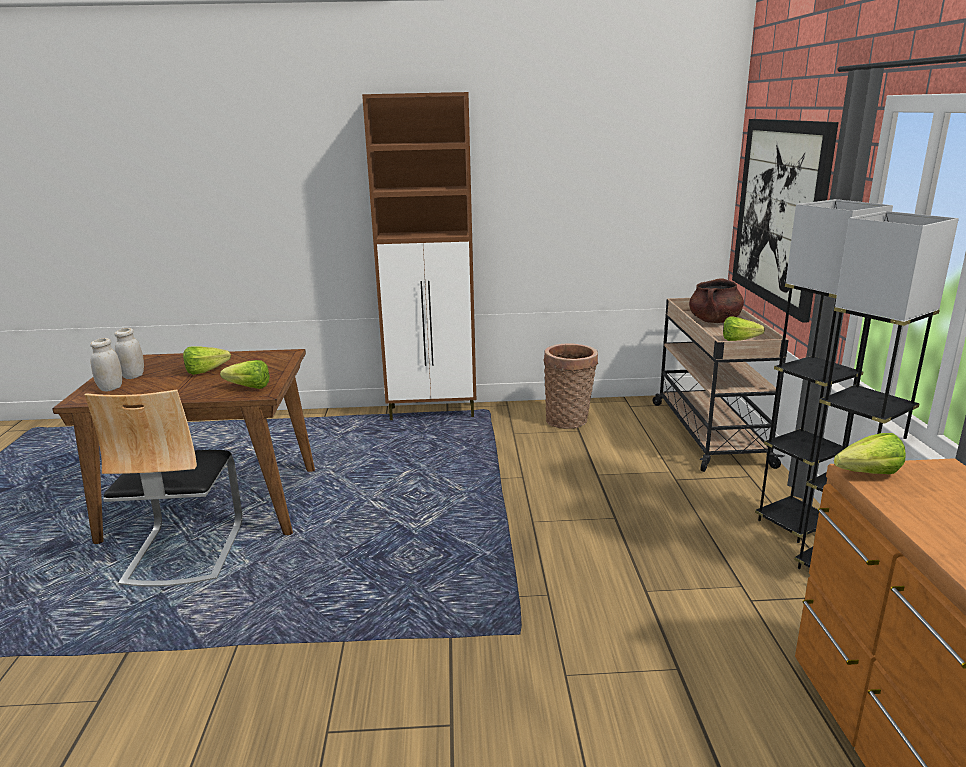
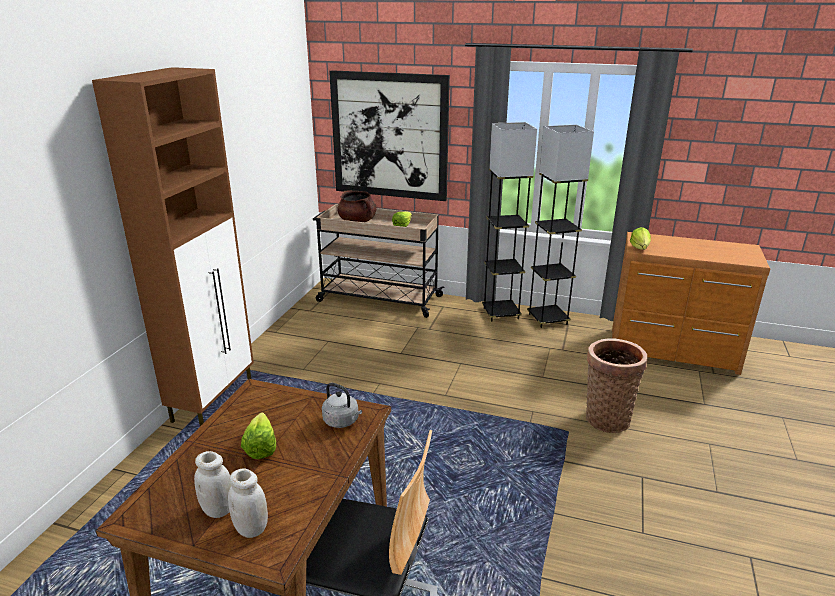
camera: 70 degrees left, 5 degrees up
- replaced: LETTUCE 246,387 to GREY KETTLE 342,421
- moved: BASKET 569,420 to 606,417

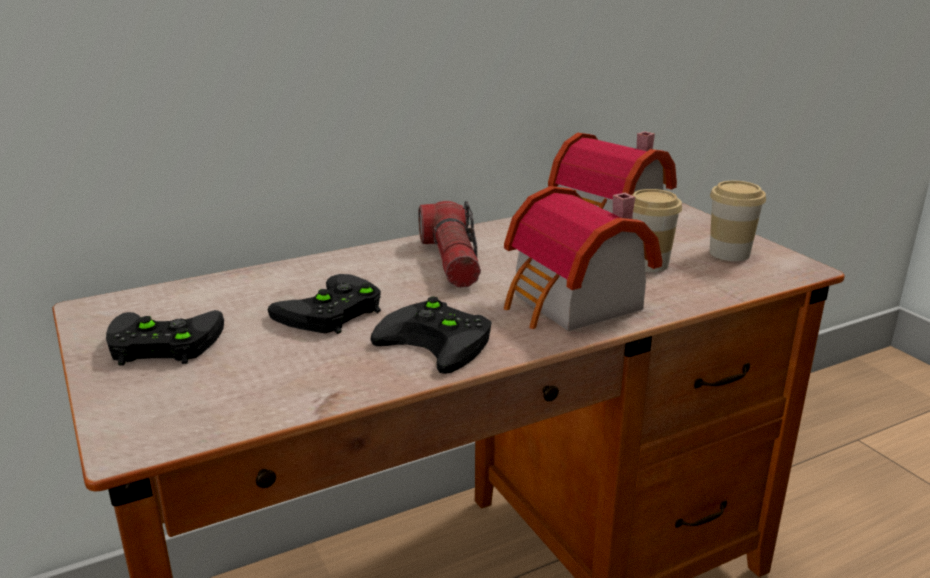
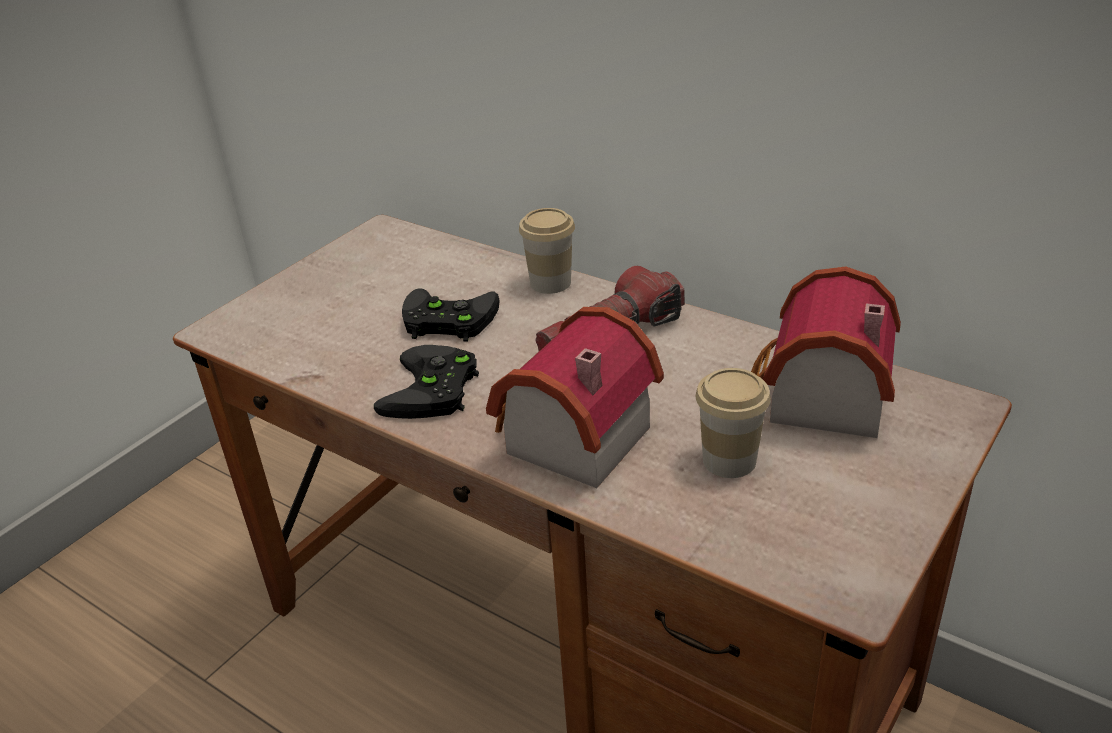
camera: 65 degrees right, 10 degrees up
- moved: CUP 729,253 to 550,283
- removed: BLACK GAME CONTROLLER 160,344

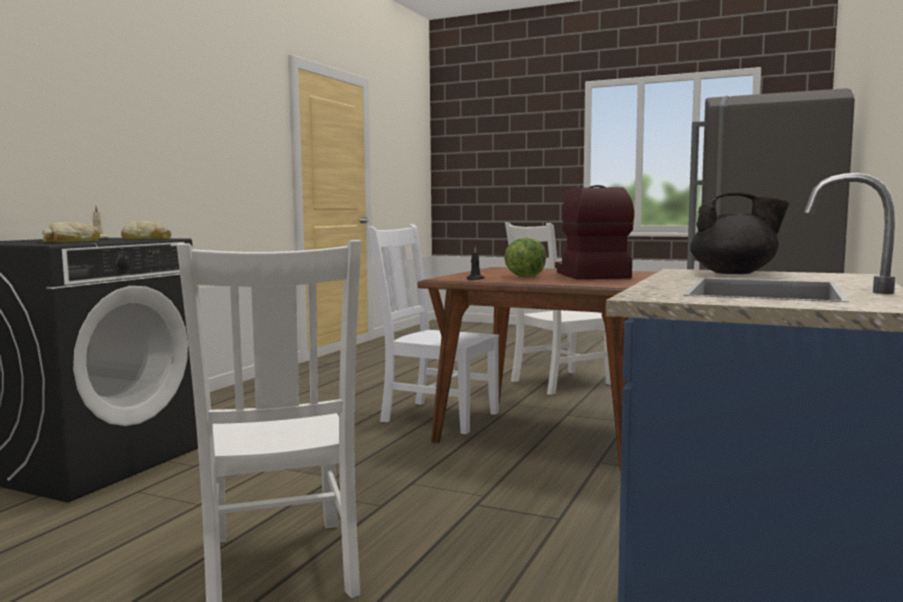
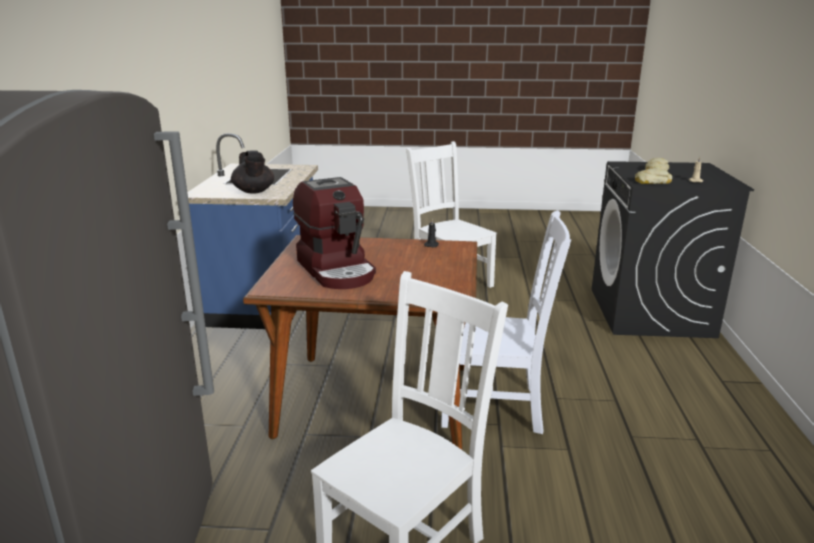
camera: 160 degrees right, 15 degrees up
- turned: BLACK TEAPOT 734,273 = 254,192 105 degrees counterclockwise
- removed: LETTUCE 525,276

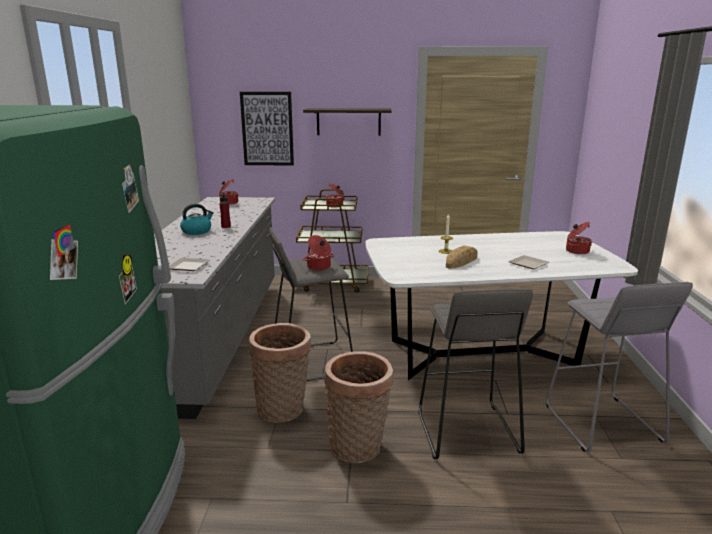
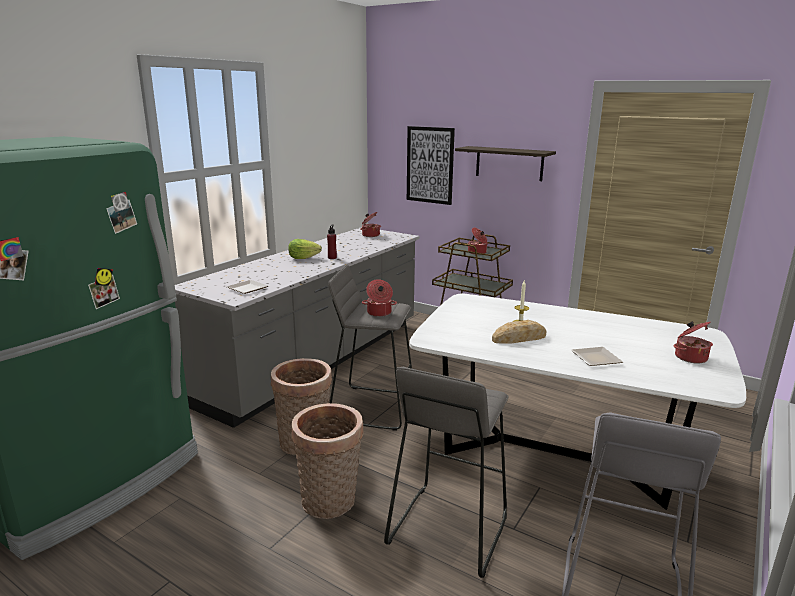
camera: 30 degrees right, 0 degrees up
- replaced: KETTLE 197,231 to LETTUCE 303,258

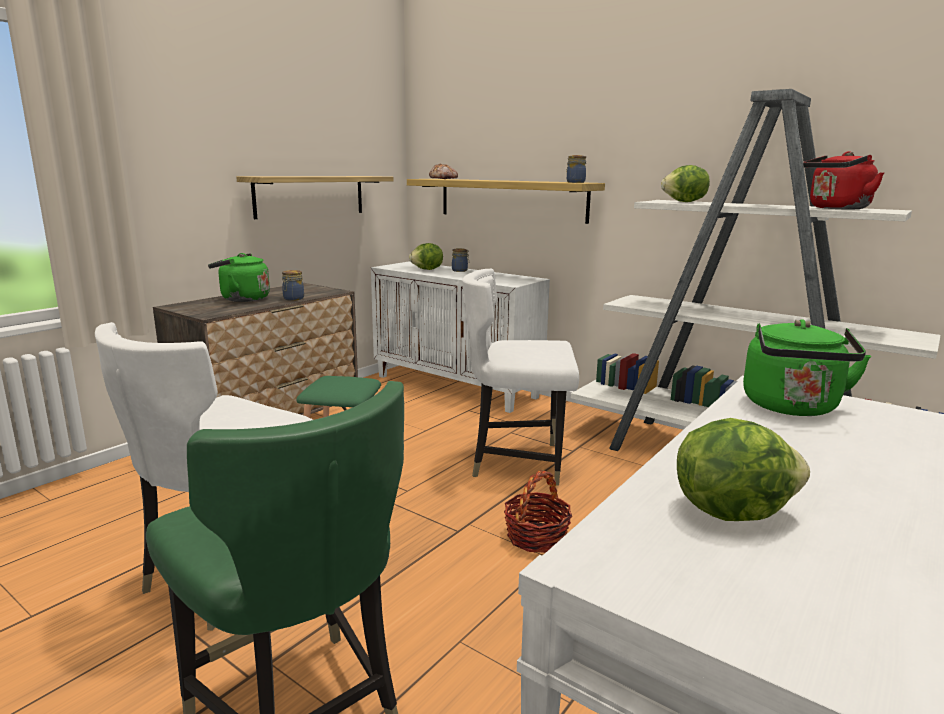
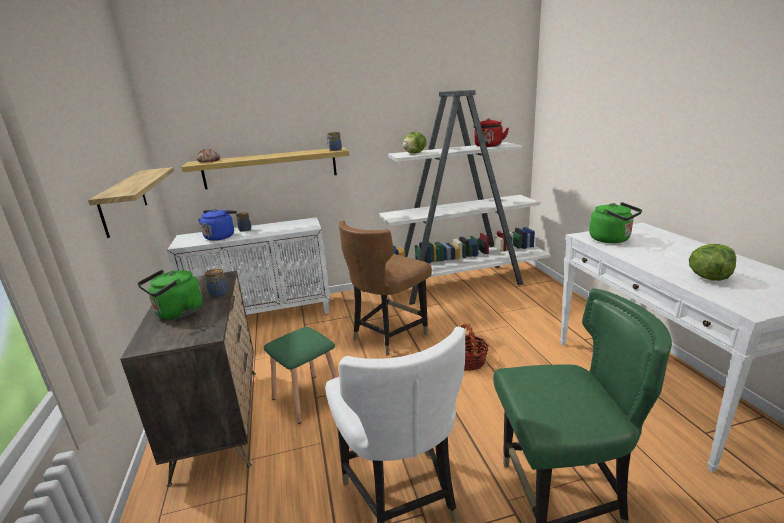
camera: 50 degrees left, 5 degrees up
- replaced: LETTUCE 427,270 to BLUE KETTLE 221,236
- recoloured: WHITE CHAIR 517,462 to BROWN CHAIR 388,335

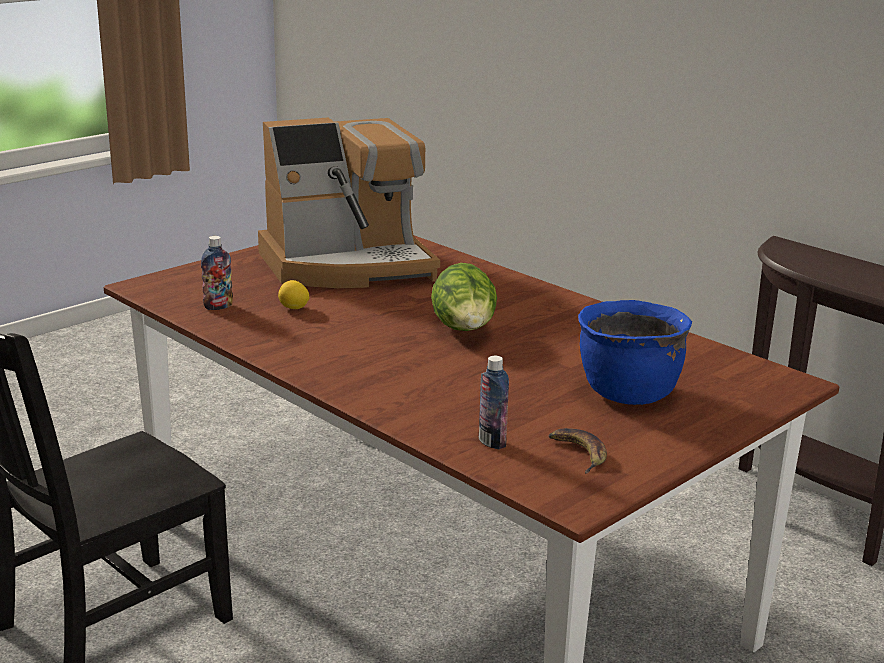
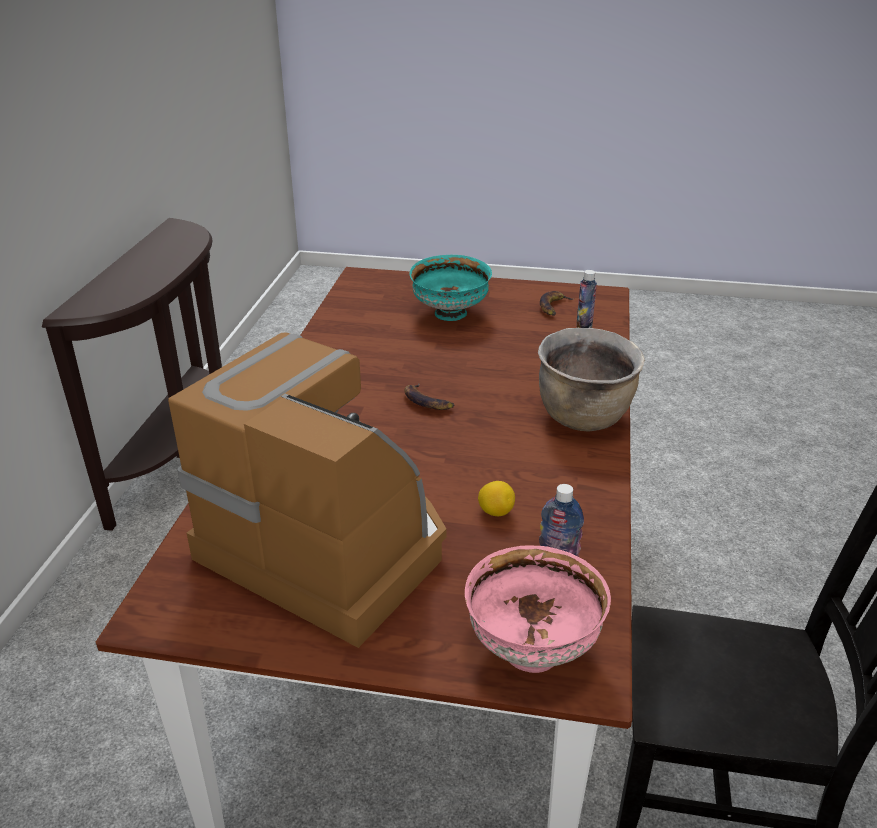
camera: 125 degrees left, 10 degrees up
- replaced: LETTUCE 465,331 to BANANA 427,401
- replaced: BLUE COOKING POT 627,393 to TURQUOISE BOWL 451,314
- added: PINK BOWL 531,649
- added: BROWN COOKING POT 584,417

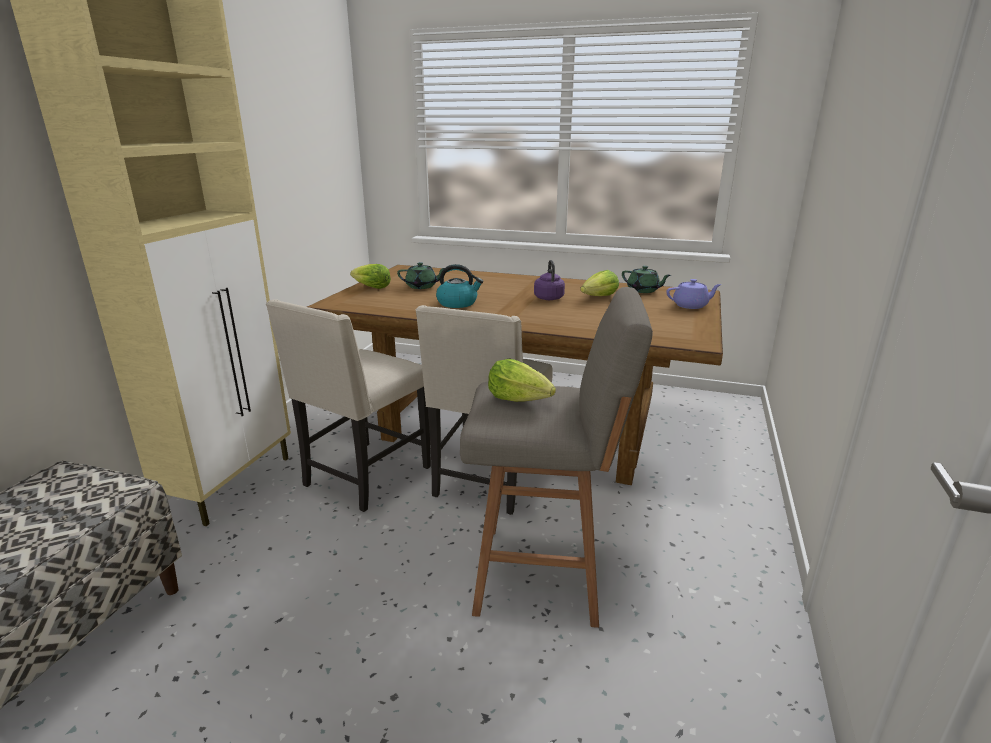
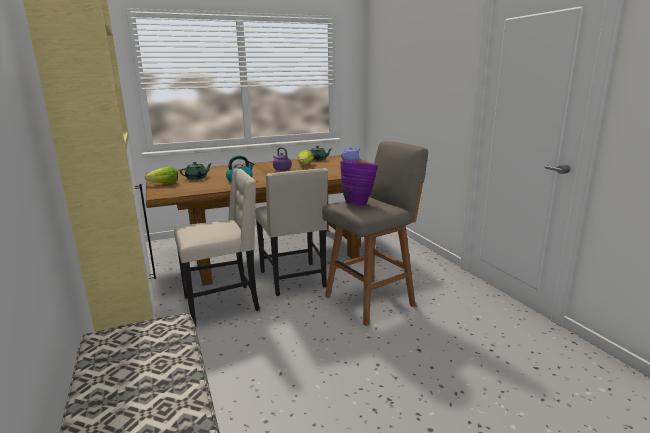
camera: 40 degrees left, 5 degrees down
- turned: BEIGE CHAIR 364,477 = 223,304 105 degrees counterclockwise
- replaced: LETTUCE 519,399 to PURPLE VASE 358,204

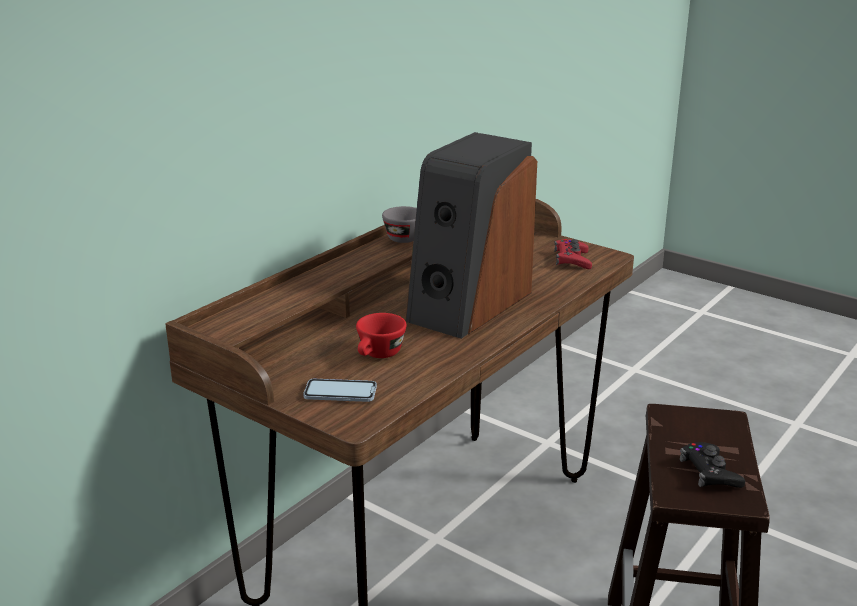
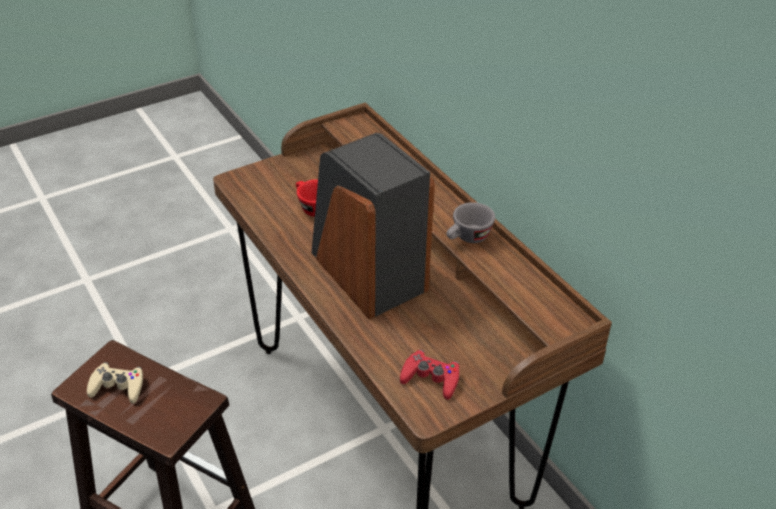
camera: 110 degrees right, 15 degrees up
- recoloured: BLACK GAME CONTROLLER 709,472 to BEIGE GAME CONTROLLER 118,387
- removed: PHONE 340,392

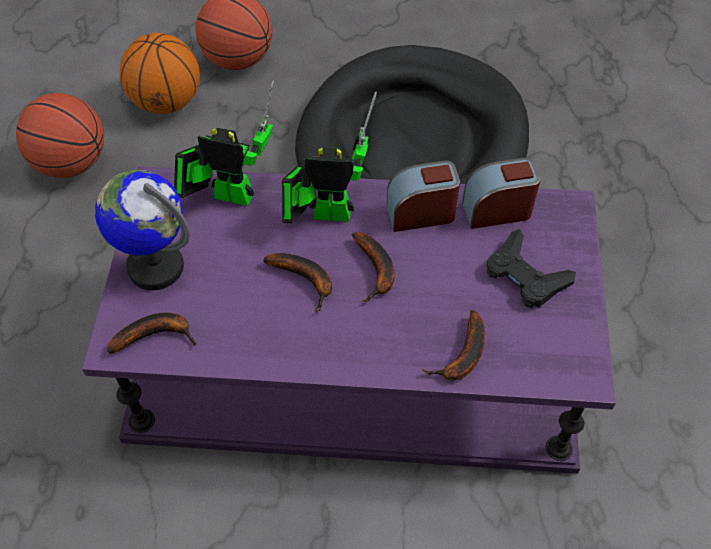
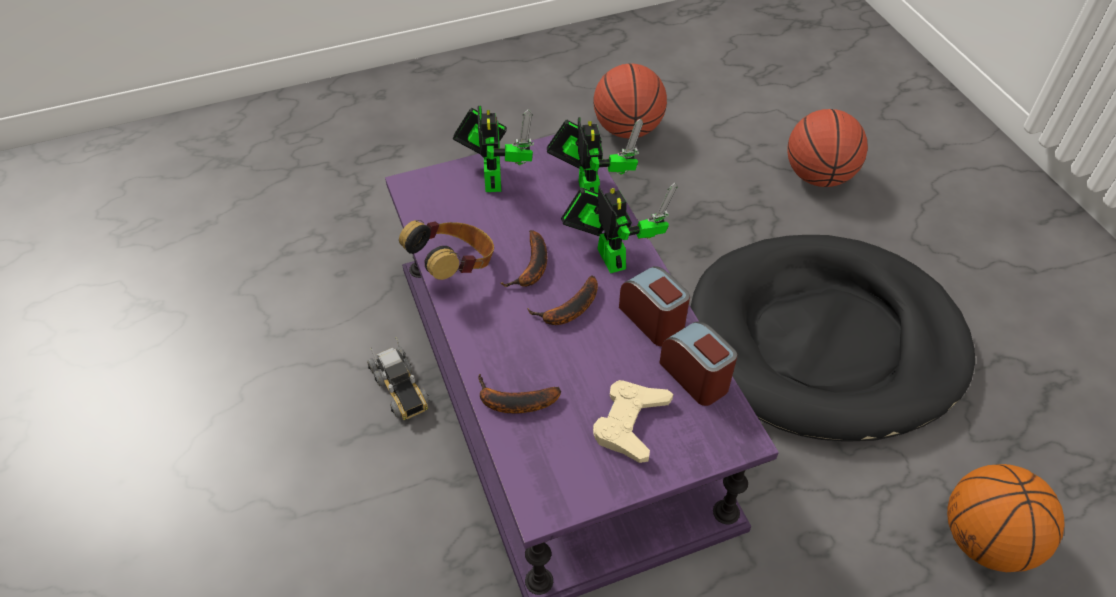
camera: 65 degrees right, 5 degrees down
- added: TOY TRUCK 400,388
- added: HEADPHONES 454,267
- replaced: GLOBE 155,266 to TOY ROBOT 492,176
- recoloured: BLACK GAME CONTROLLER 525,275 to BEIGE GAME CONTROLLER 630,423
- moved: BASKETBALL 167,102 to 985,540
- removed: BANANA 156,334

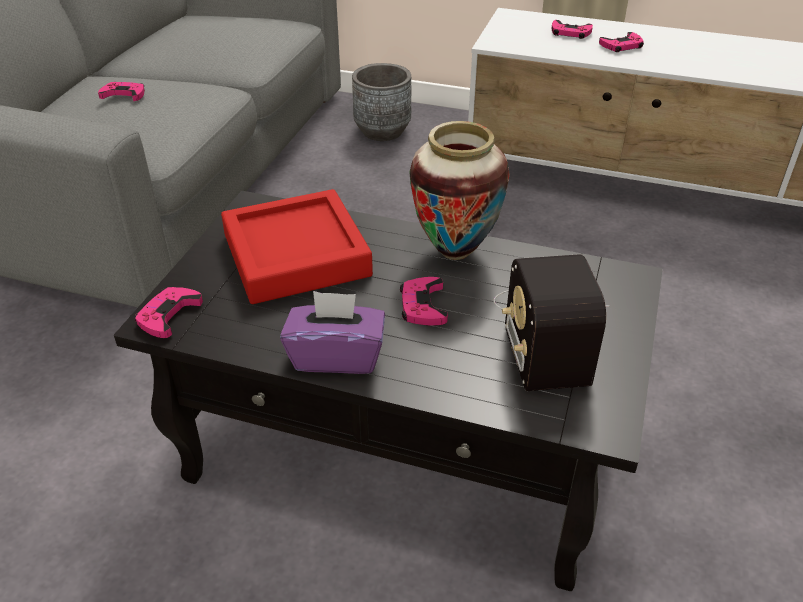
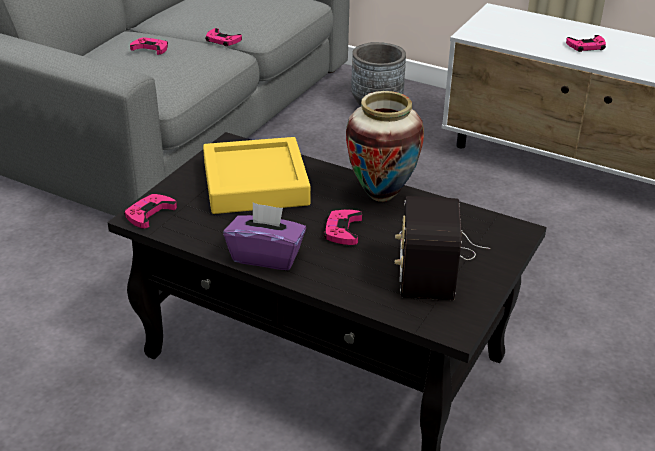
camera: 10 degrees right, 5 degrees down
- recoloured: RED TRAY 296,255 to YELLOW TRAY 255,184
- moved: PINK GAME CONTROLLER 570,33 to 222,40

